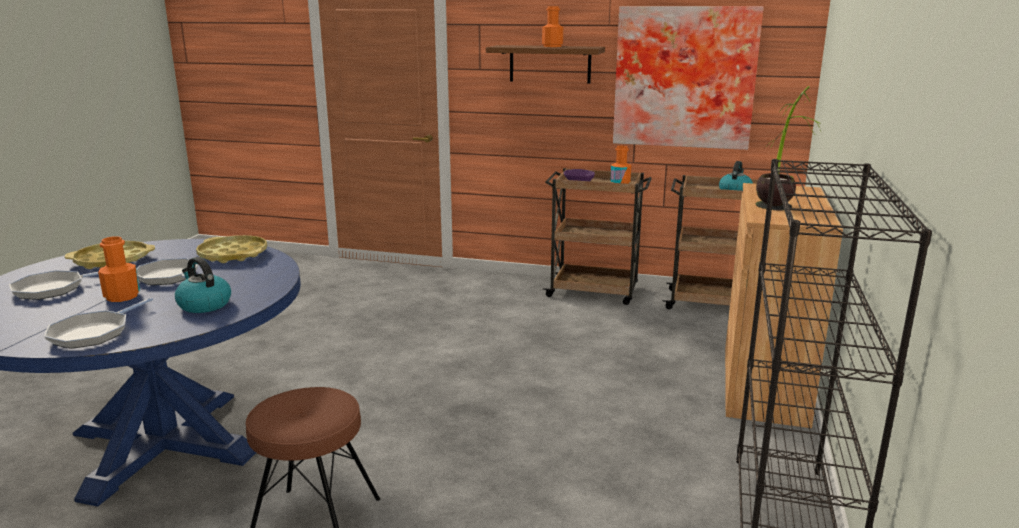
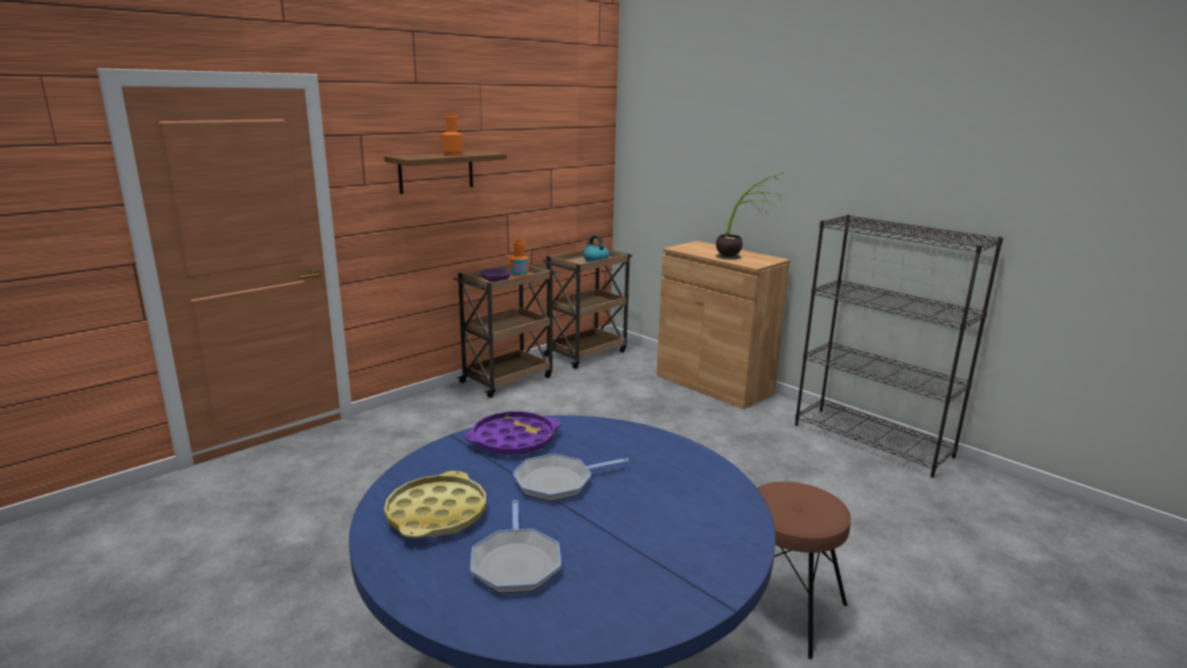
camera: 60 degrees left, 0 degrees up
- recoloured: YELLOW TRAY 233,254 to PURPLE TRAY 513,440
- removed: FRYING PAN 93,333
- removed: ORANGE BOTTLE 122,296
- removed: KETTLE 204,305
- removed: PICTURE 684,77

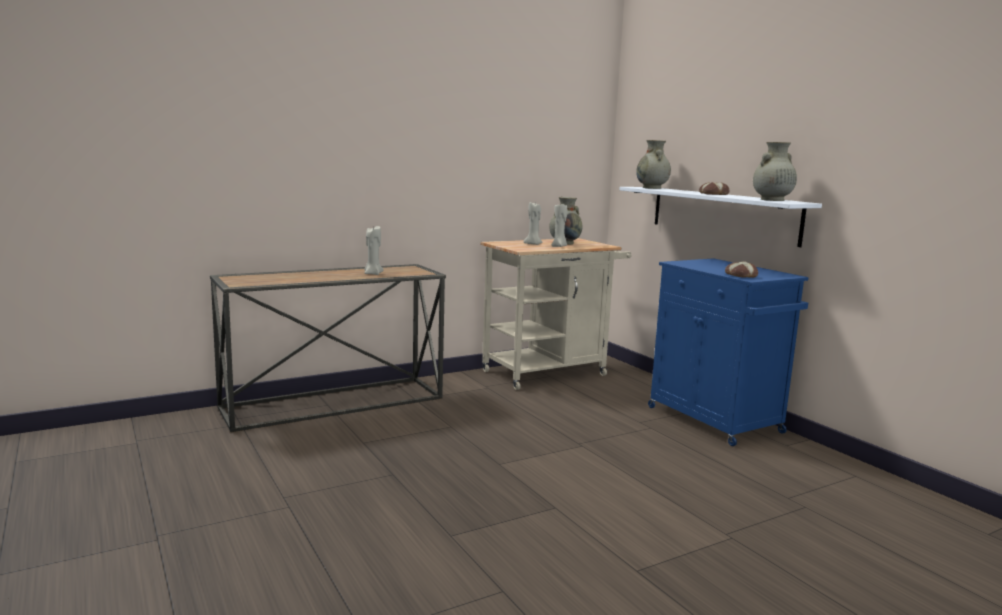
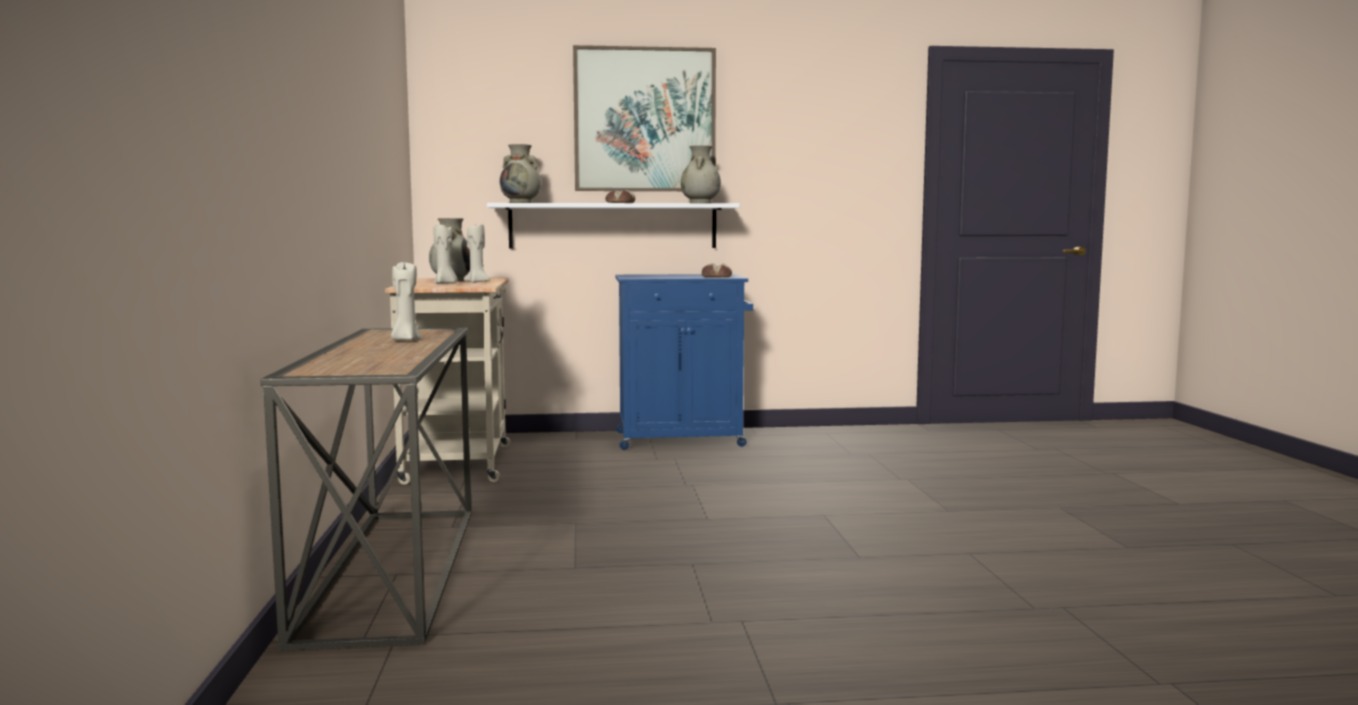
camera: 65 degrees left, 5 degrees down
- added: PICTURE 644,120

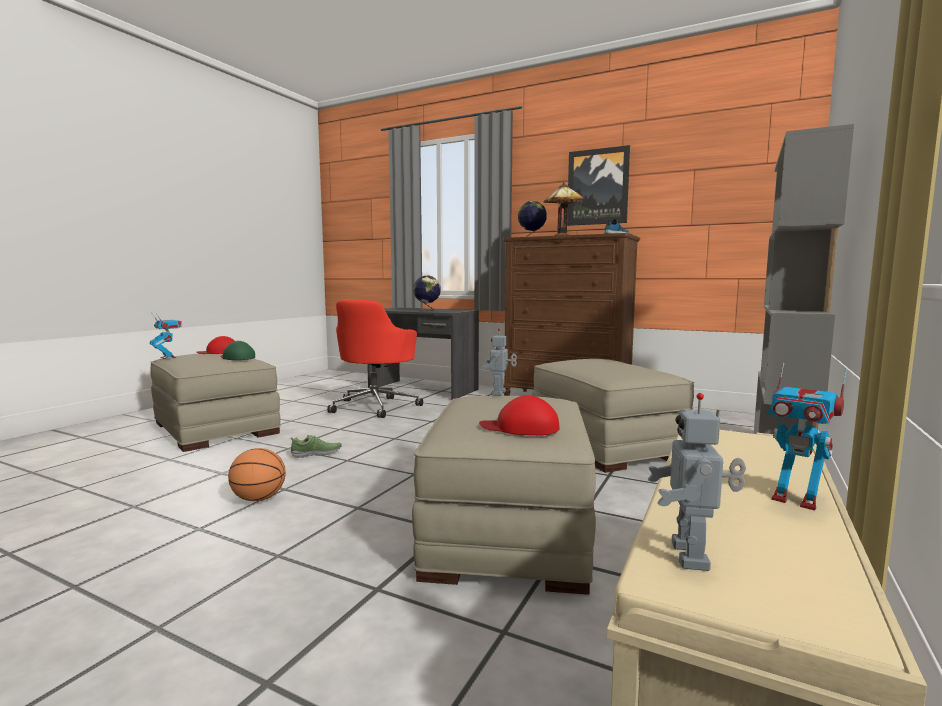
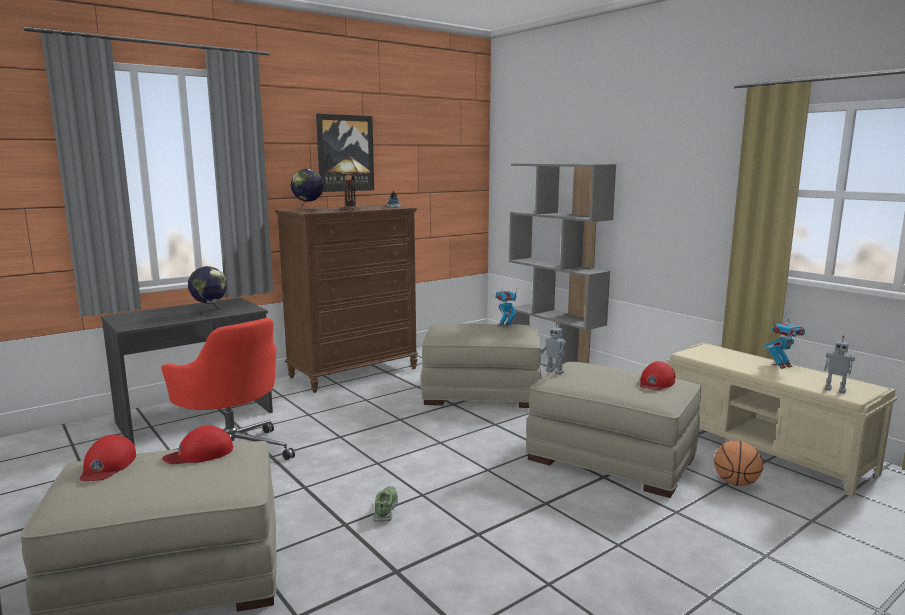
camera: 65 degrees left, 5 degrees up
- recoloured: GREEN CAP 237,357 to RED CAP 200,453
- moved: TOY ROBOT 168,357 to 505,325
- moved: BASKETBALL 258,499 to 735,483

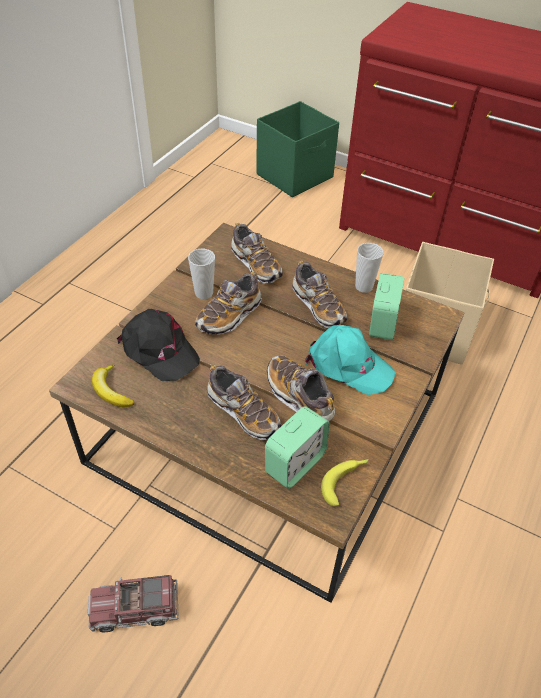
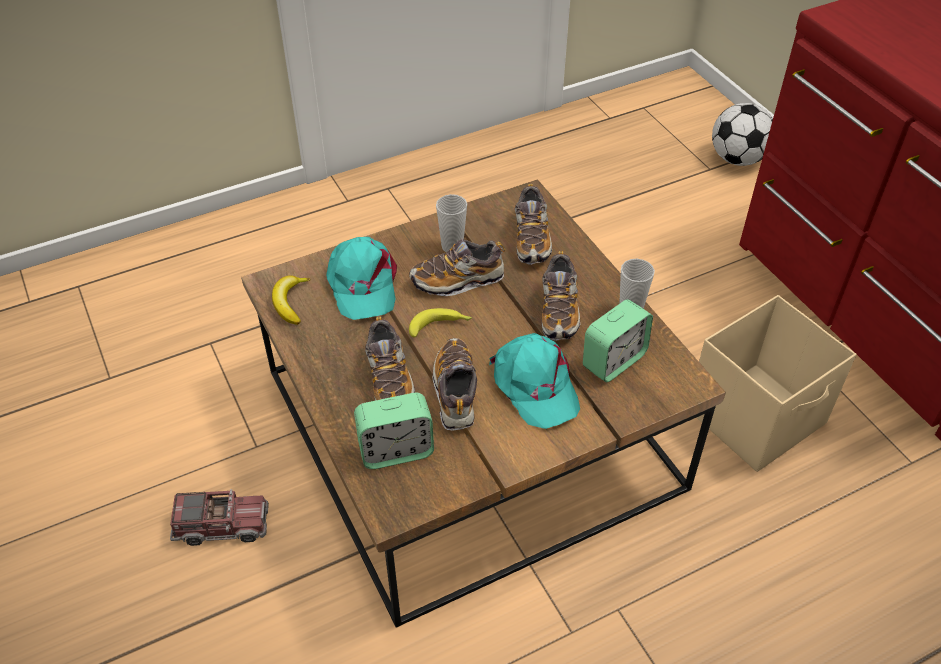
camera: 35 degrees right, 0 degrees up
- turned: TOY TRUCK 135,608 = 222,525 150 degrees clockwise
- recoloured: BLACK CAP 159,350 to TURQUOISE CAP 362,284
- moved: BANANA 345,481 to 440,326
- replaced: GREEN STORAGE BOX 295,176 to FOOTBALL 737,159

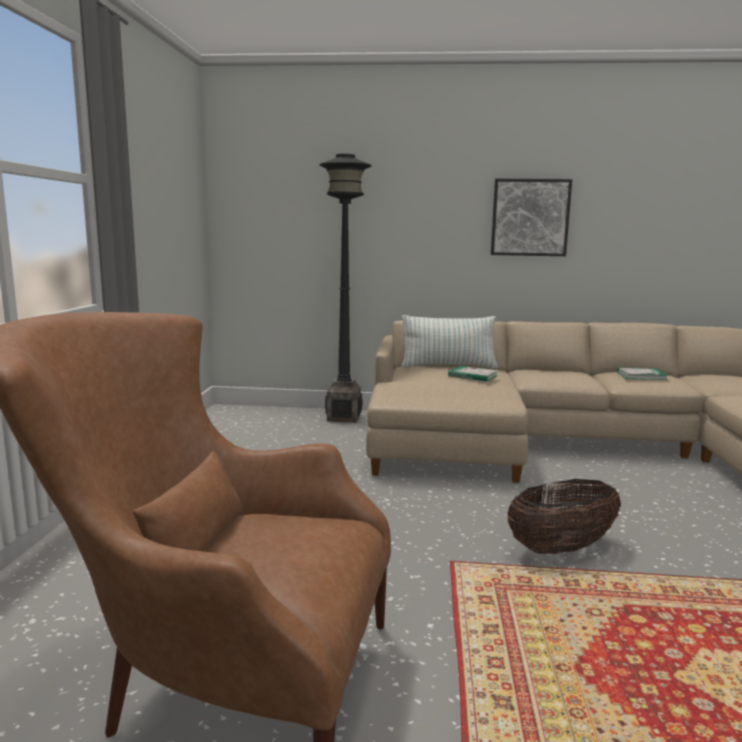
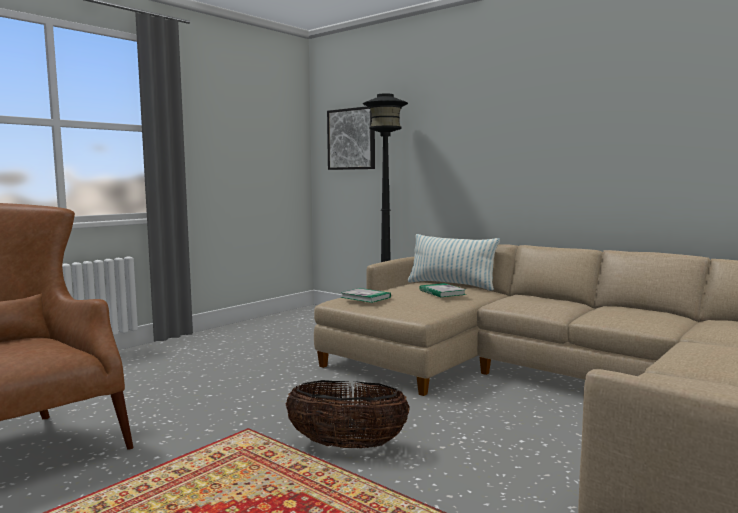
camera: 35 degrees right, 5 degrees down
- moved: PICTURE 530,217 to 351,139
- moved: BOOK 641,376 to 365,297

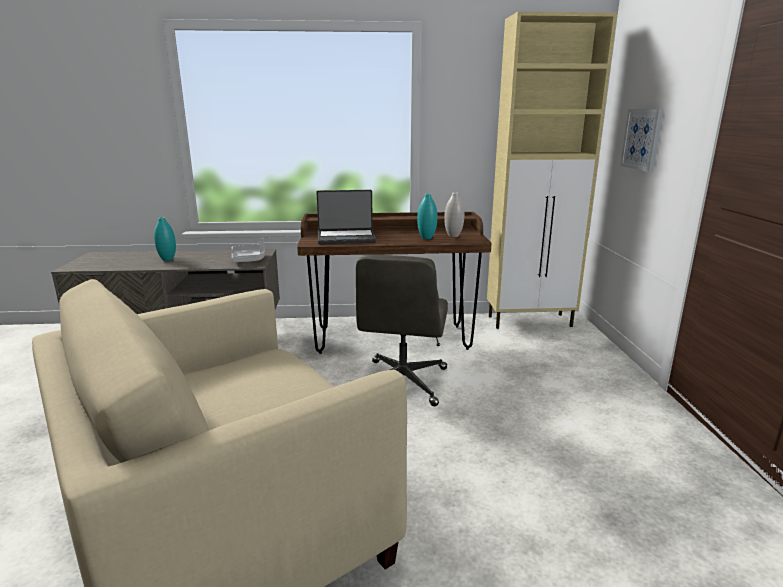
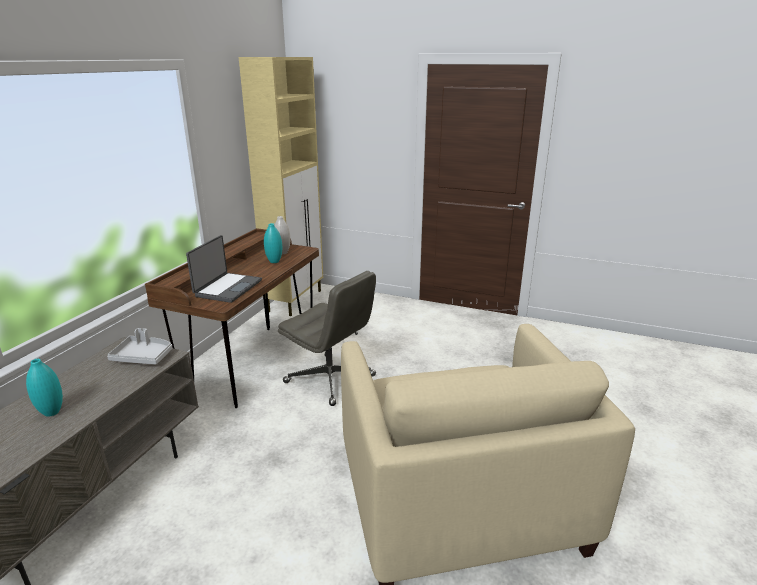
camera: 65 degrees left, 5 degrees up
- removed: PICTURE 642,139

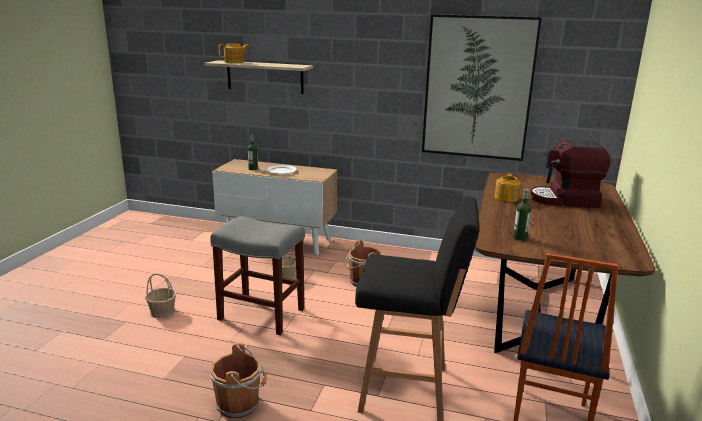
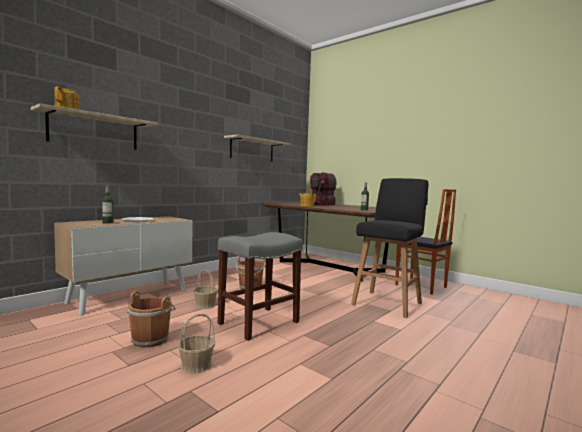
camera: 65 degrees left, 15 degrees down
- moved: BROWN BUCKET 240,404 to 151,339
- replaced: PICTURE 478,88 to SHELF 252,150

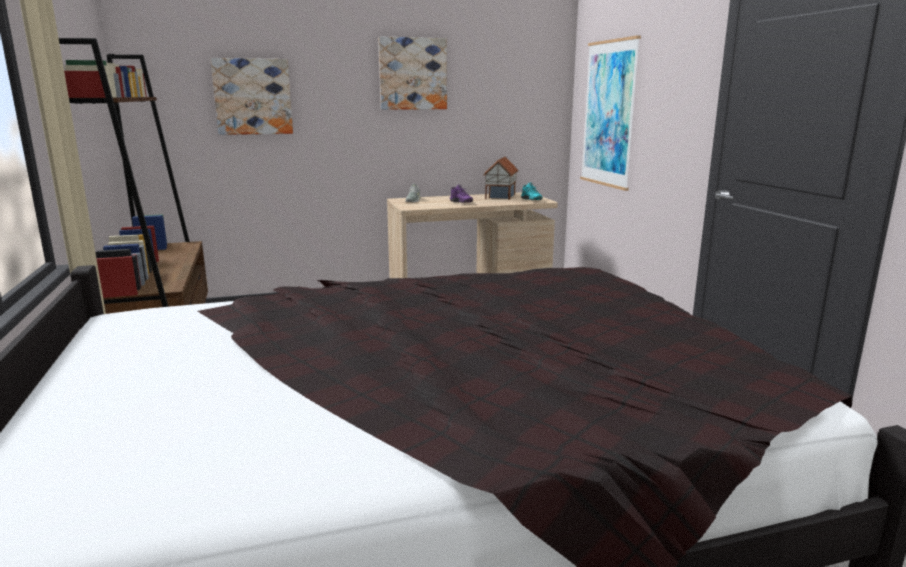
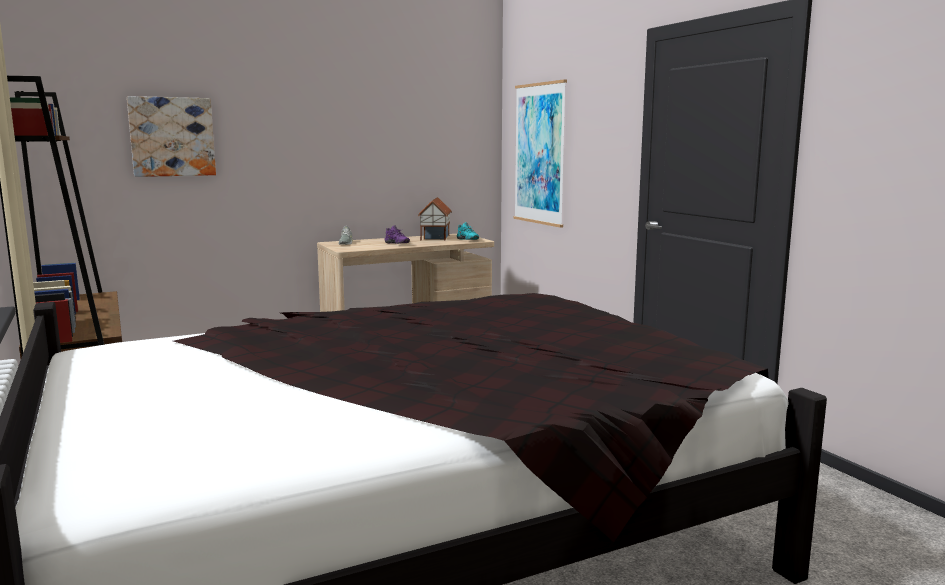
camera: 10 degrees left, 5 degrees down
- removed: PICTURE 412,74

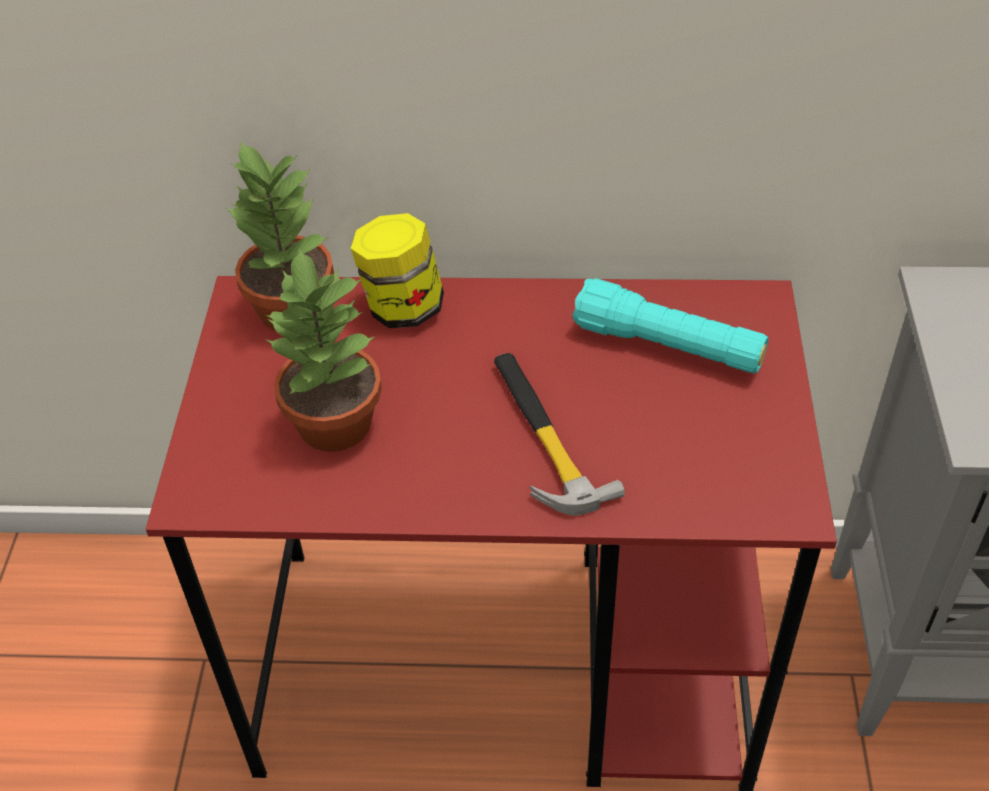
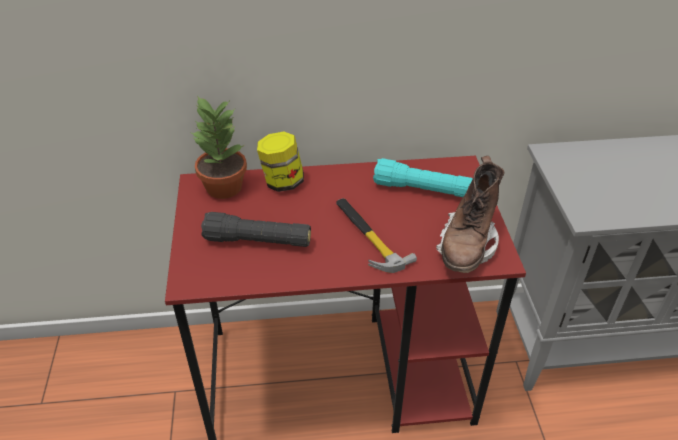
camera: 10 degrees left, 5 degrees down
- replaced: POTTED PLANT 334,426 to BLACK FLASHLIGHT 258,241
- added: BROWN BOOT 467,246

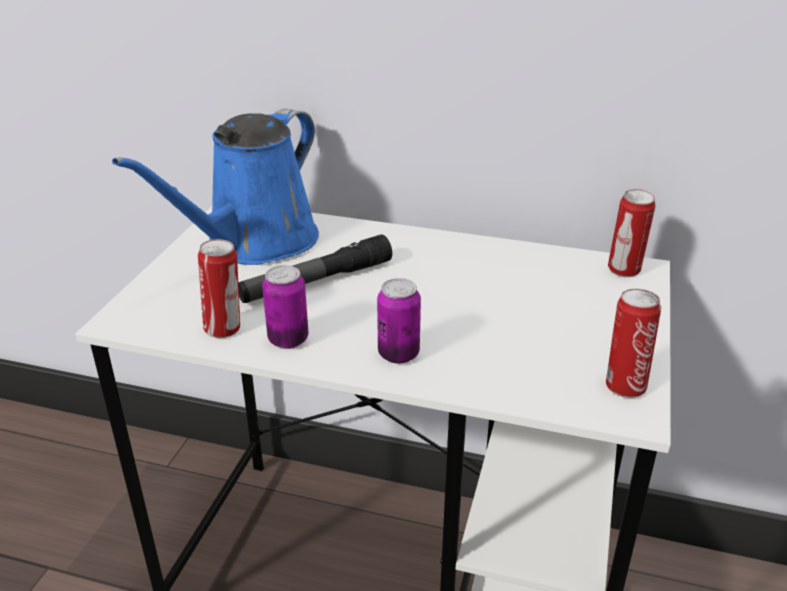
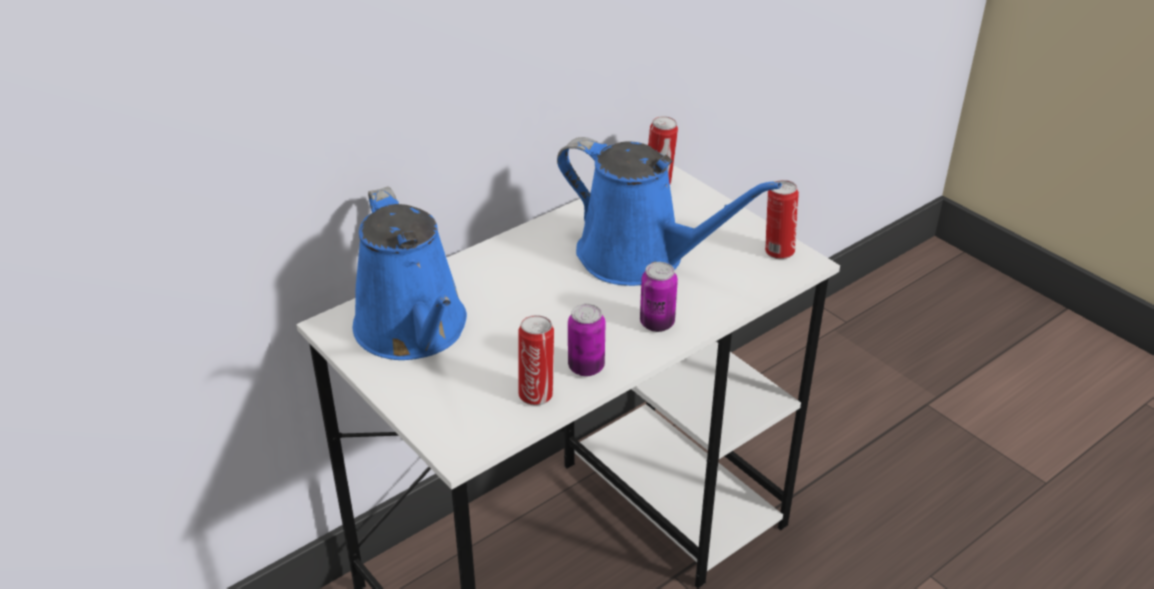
camera: 55 degrees left, 5 degrees up
- added: BLUE WATERING CAN 640,258
- removed: FLASHLIGHT 316,281

